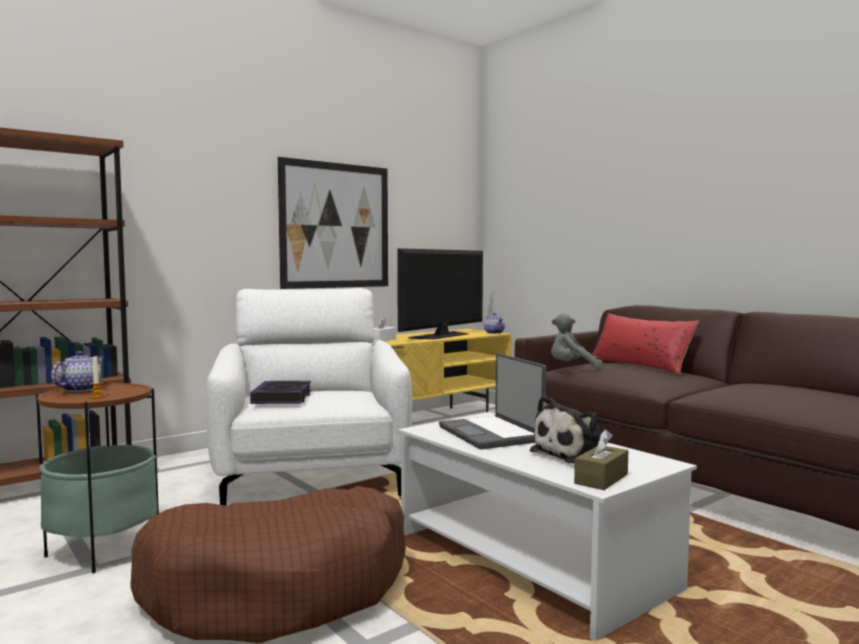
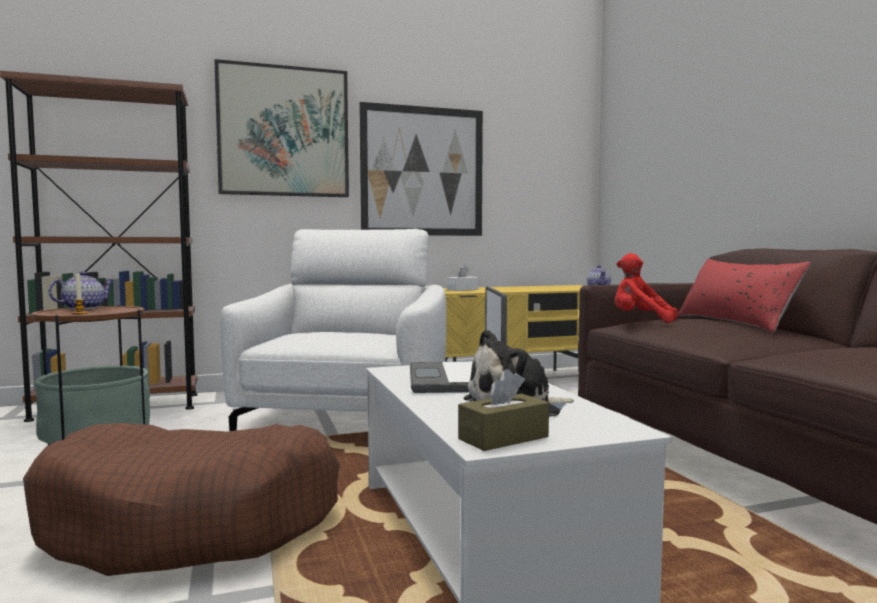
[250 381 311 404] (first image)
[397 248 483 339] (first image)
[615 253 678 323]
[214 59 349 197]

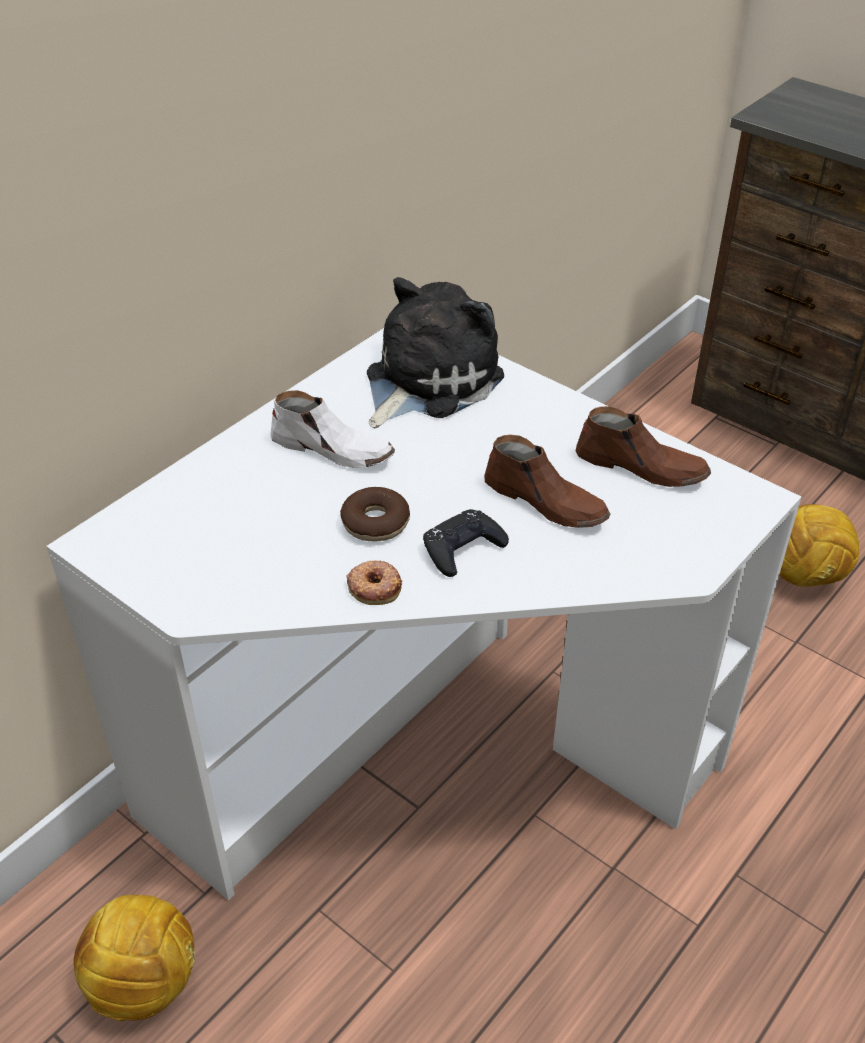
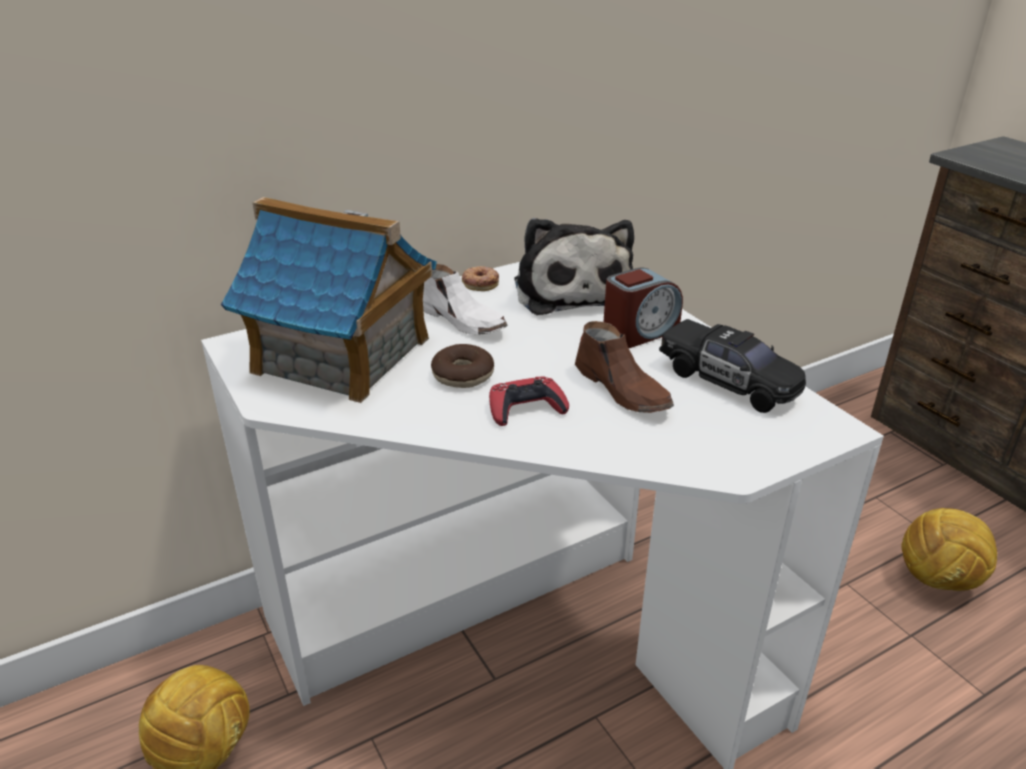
[462 266 499 291]
[514 218 634 315]
[489 377 569 426]
[659 319 806 413]
[221 197 437 403]
[604 267 683 348]

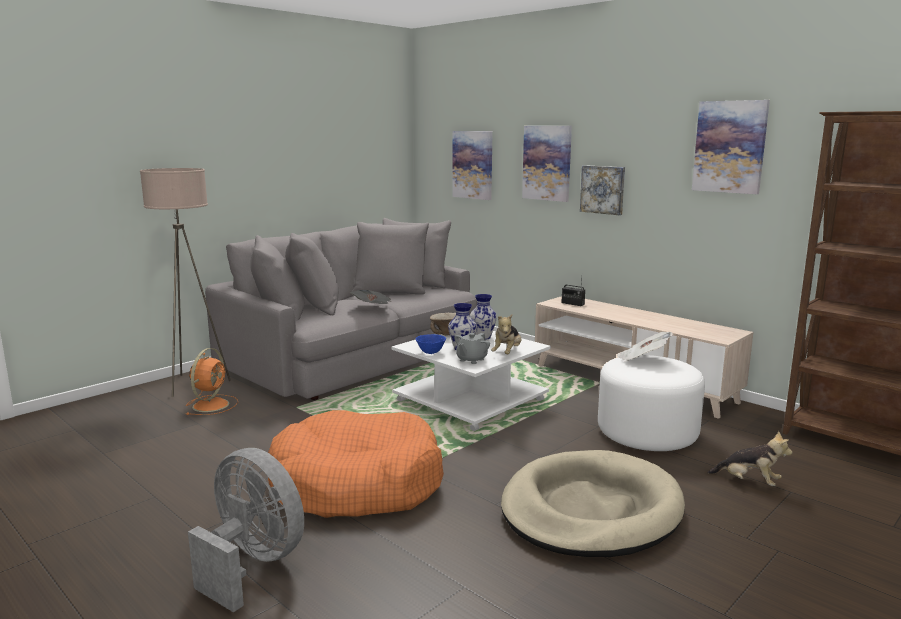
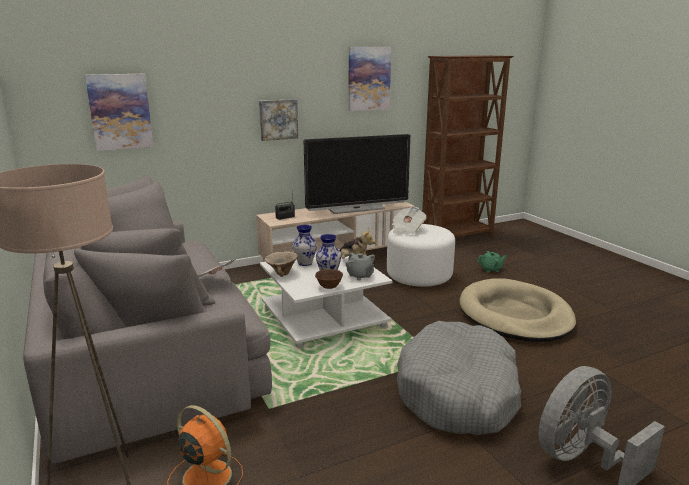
[397 321 521 435]
[315 269 343 289]
[522 126 572 202] (first image)
[477 251 507 272]
[304 134 411 214]

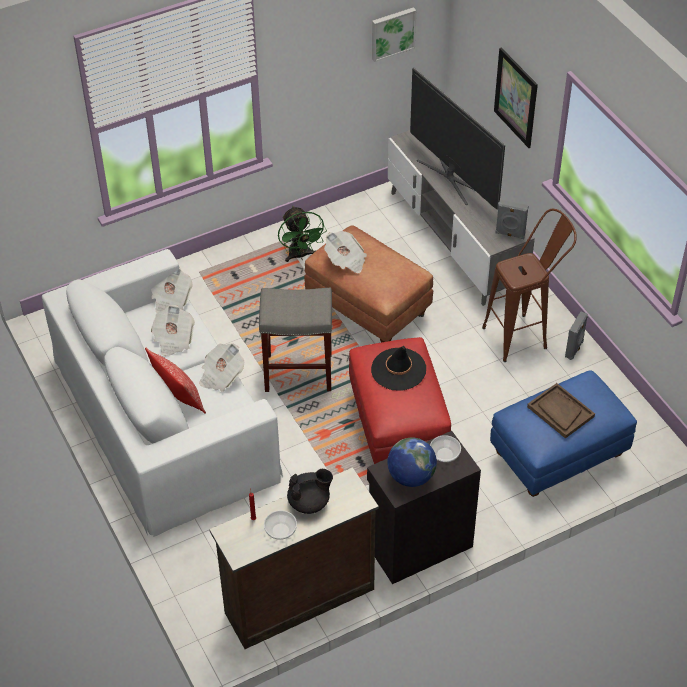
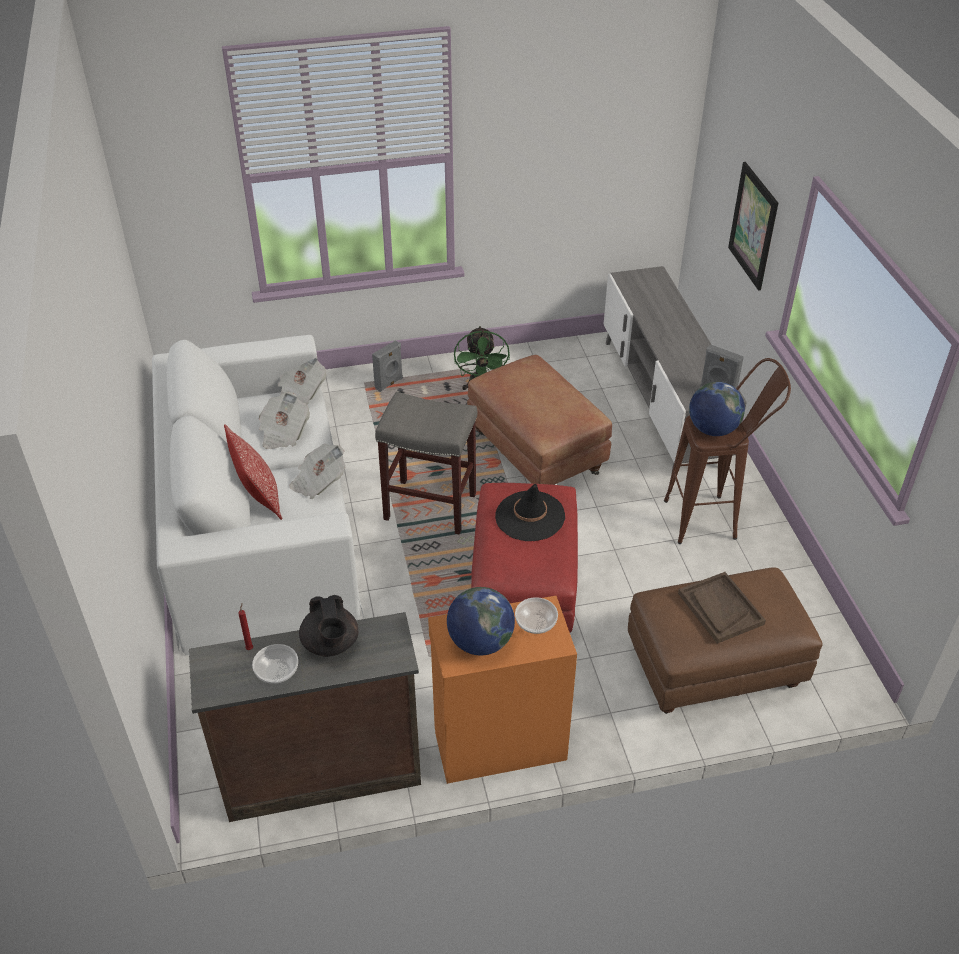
[299 595 358 657]
[324 231 367 273] (first image)
[428 596 577 784]
[372 7 416 62] (first image)
[410 67 505 210] (first image)
[628 567 823 714]
[372 340 403 392]
[689 382 745 436]

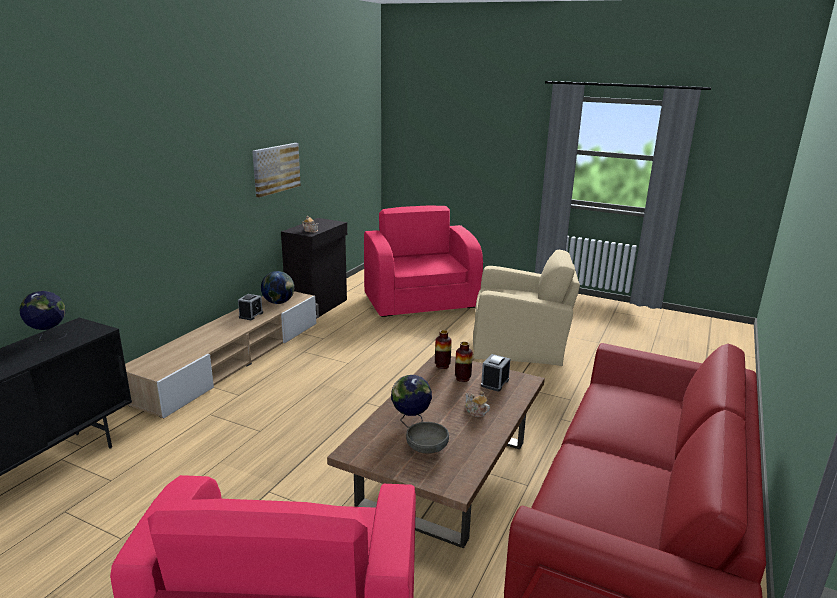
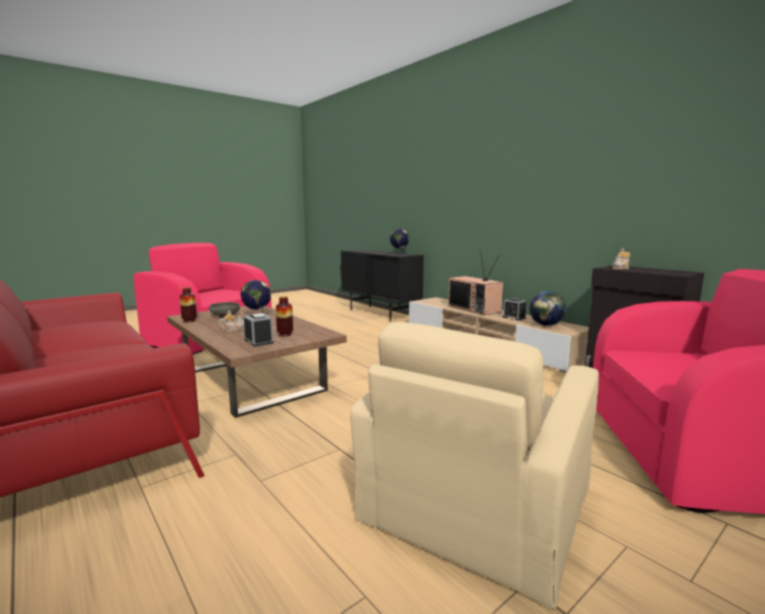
[252 143 301 198] (first image)
[179 287 197 322]
[448 250 503 315]

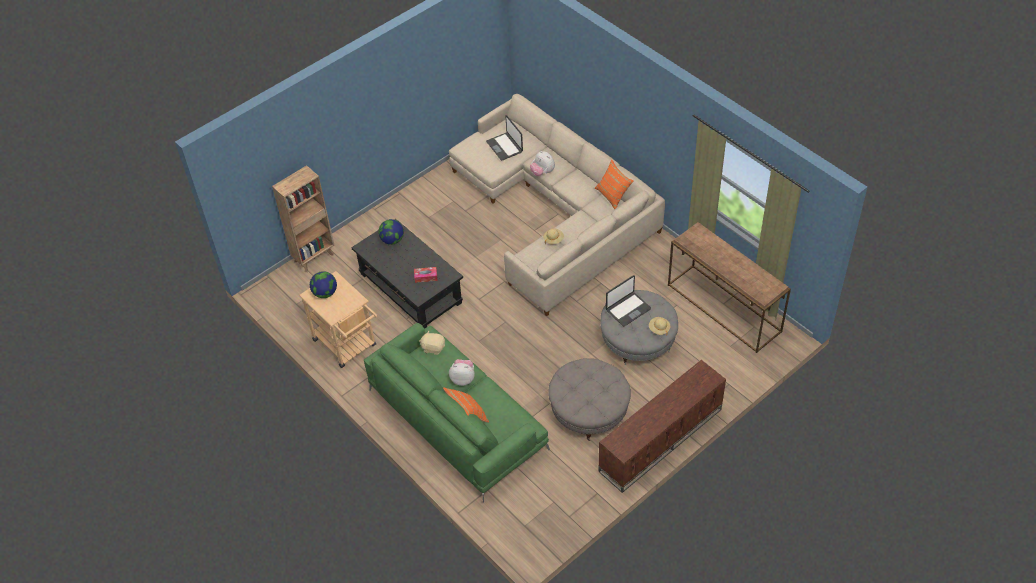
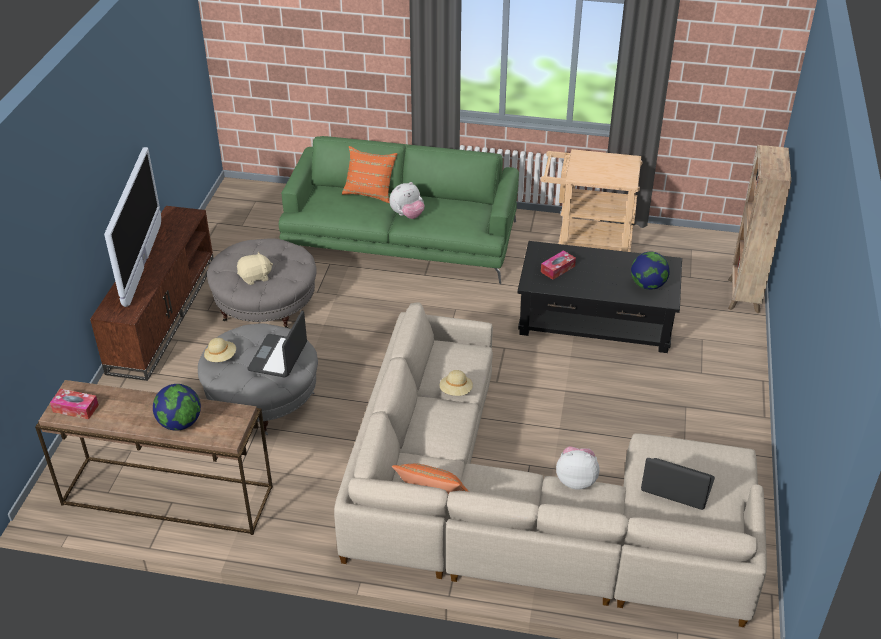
[153 384 201 431]
[237 251 273 285]
[50 389 99 419]
[104 147 161 307]

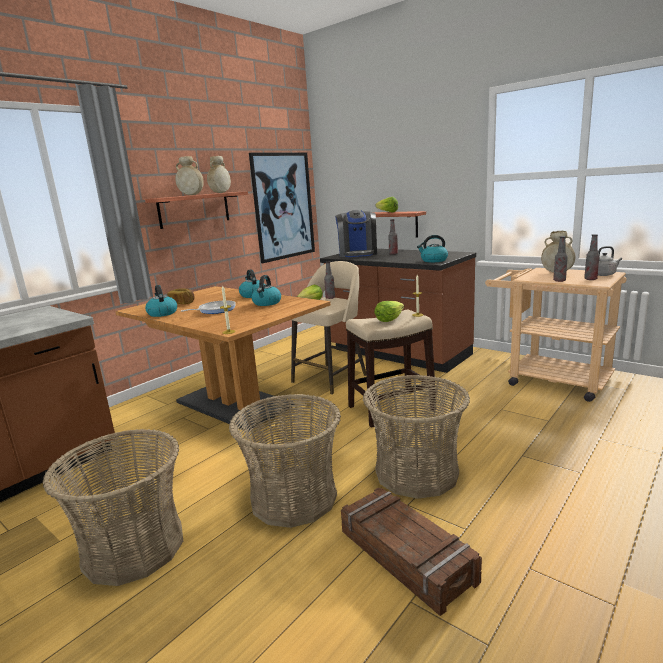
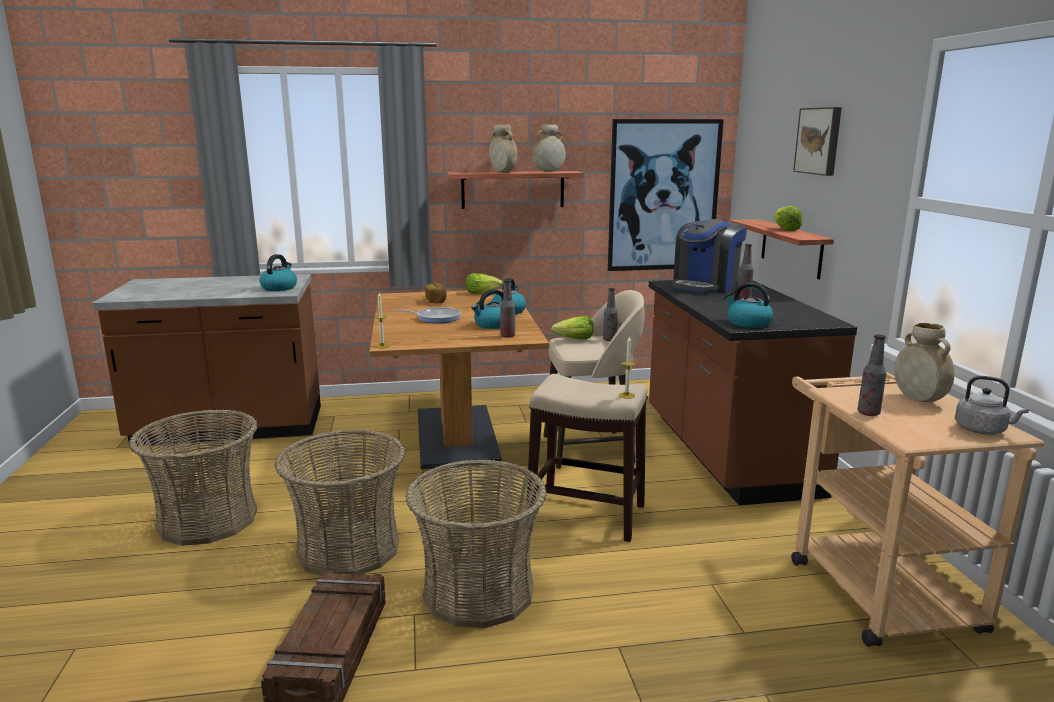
[259 254 297 291]
[466 273 503 294]
[500 279 515 337]
[793 107 842 176]

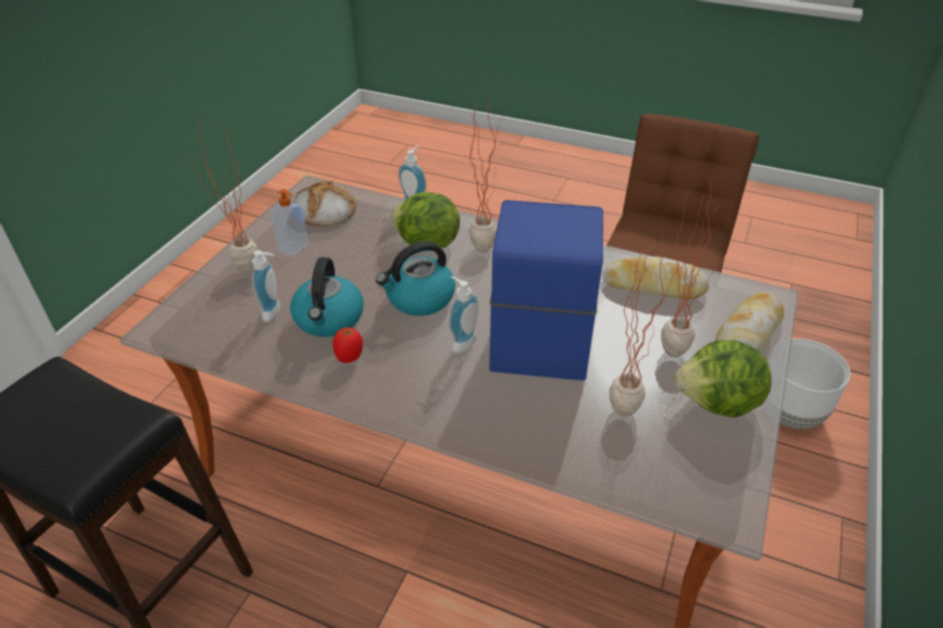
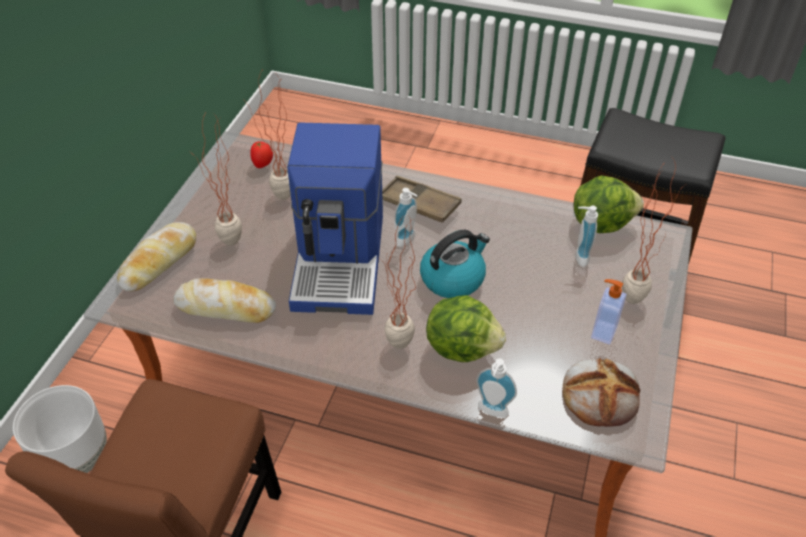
[290 257 363 337] (first image)
[250 140 273 168]
[574 175 644 233]
[382 176 461 223]

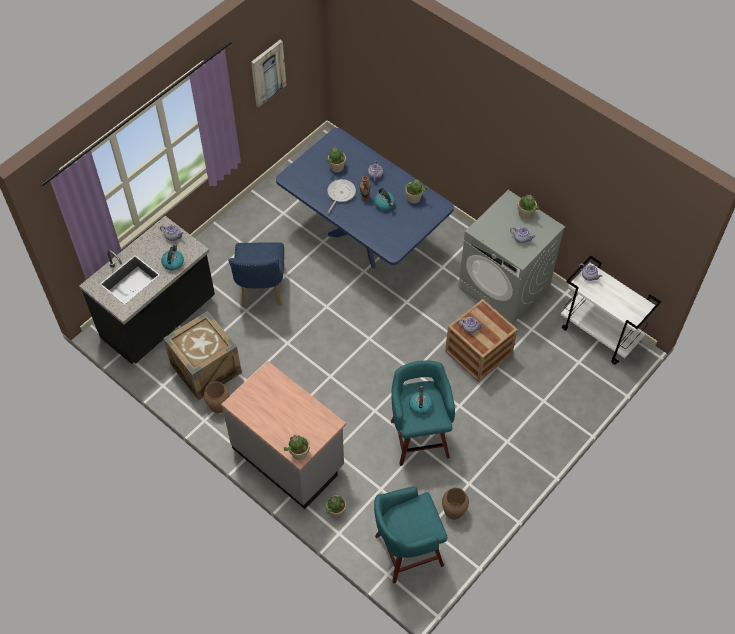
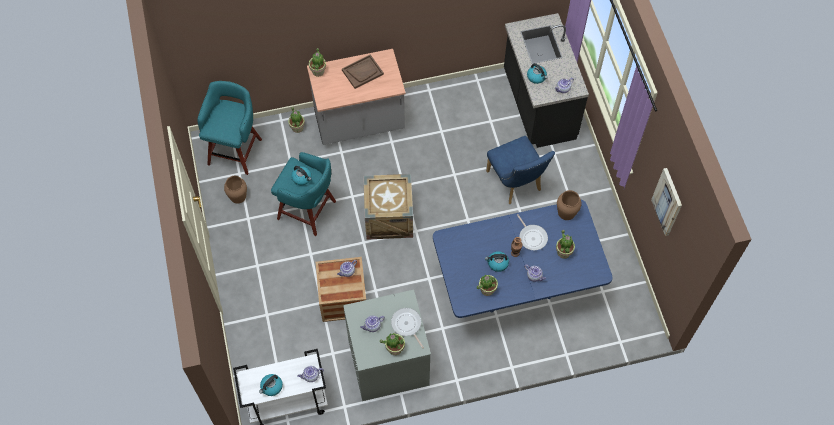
[363 174 413 240]
[557 190 581 220]
[486 136 555 204]
[259 374 283 396]
[342 54 384 89]
[391 308 424 349]

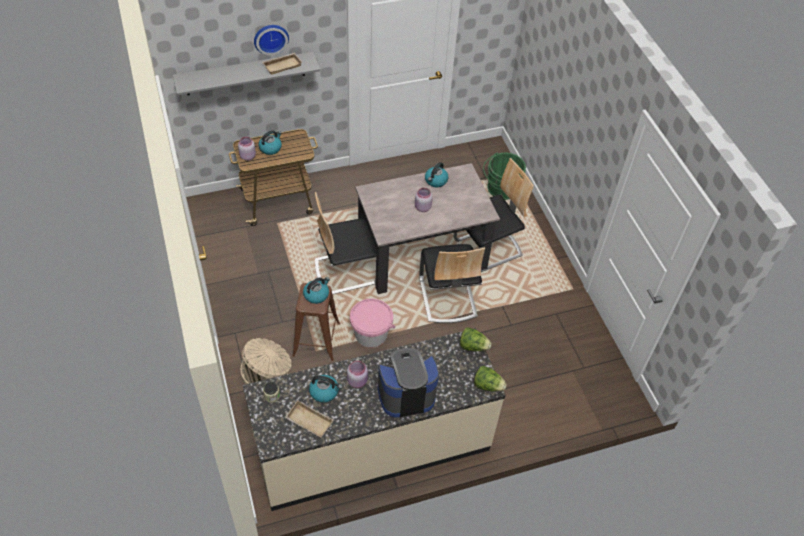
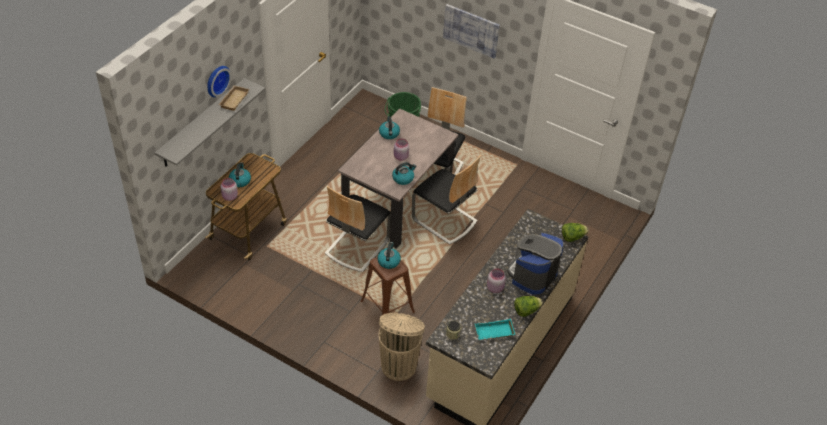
[475 319 516 340]
[392 162 416 185]
[350 299 395 348] (first image)
[514 296 543 317]
[443 4 500 59]

